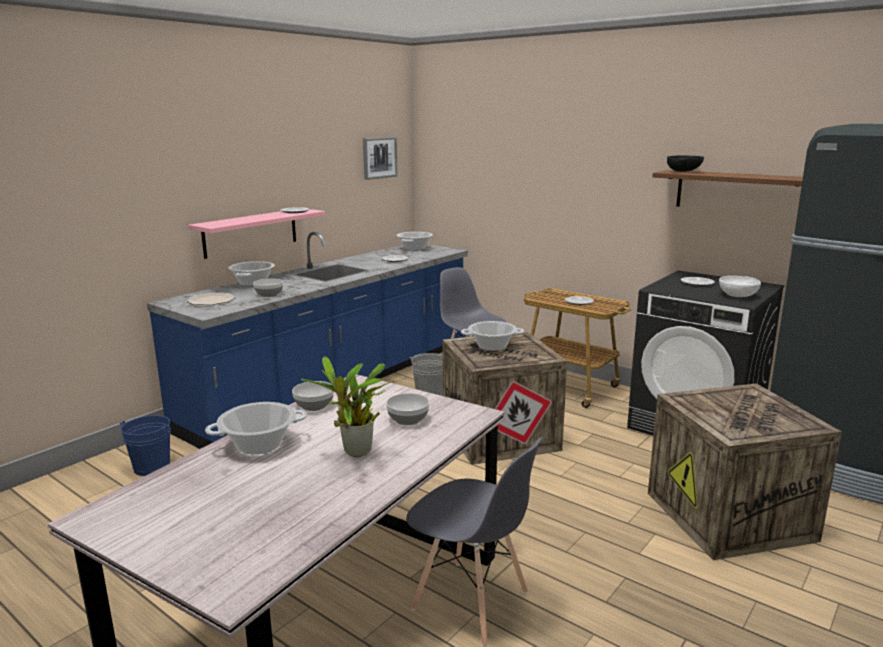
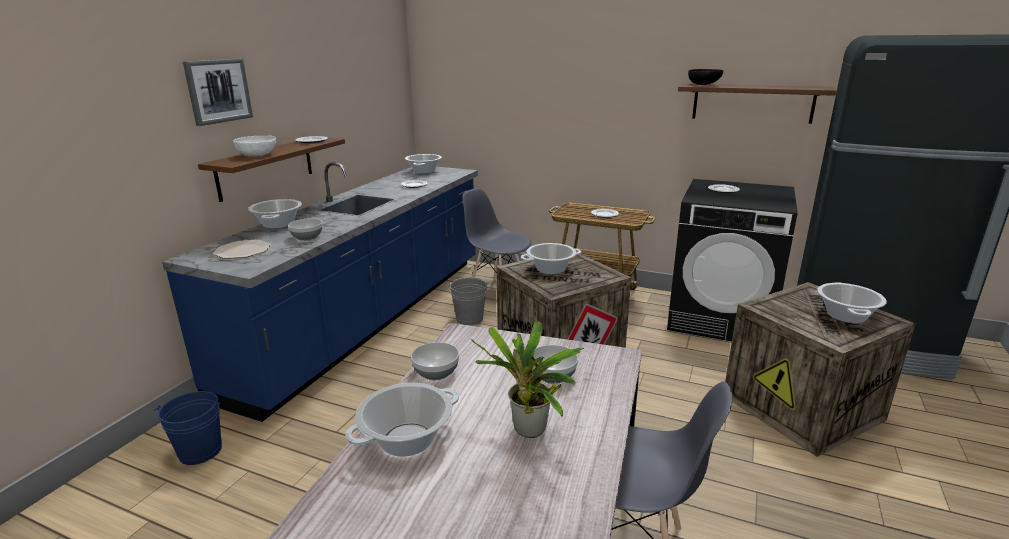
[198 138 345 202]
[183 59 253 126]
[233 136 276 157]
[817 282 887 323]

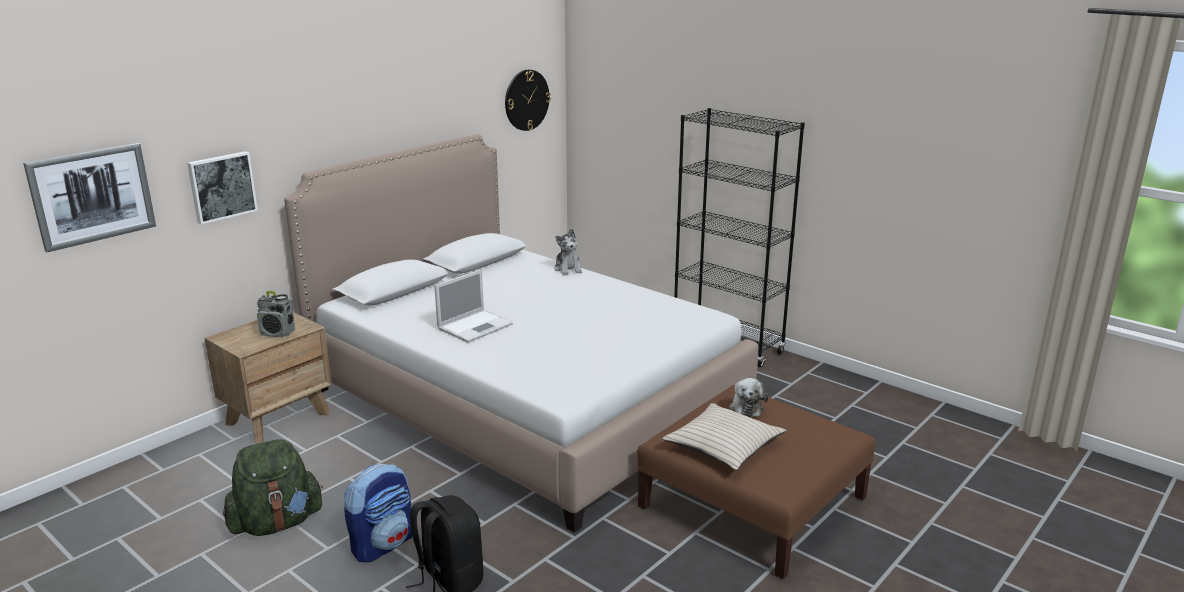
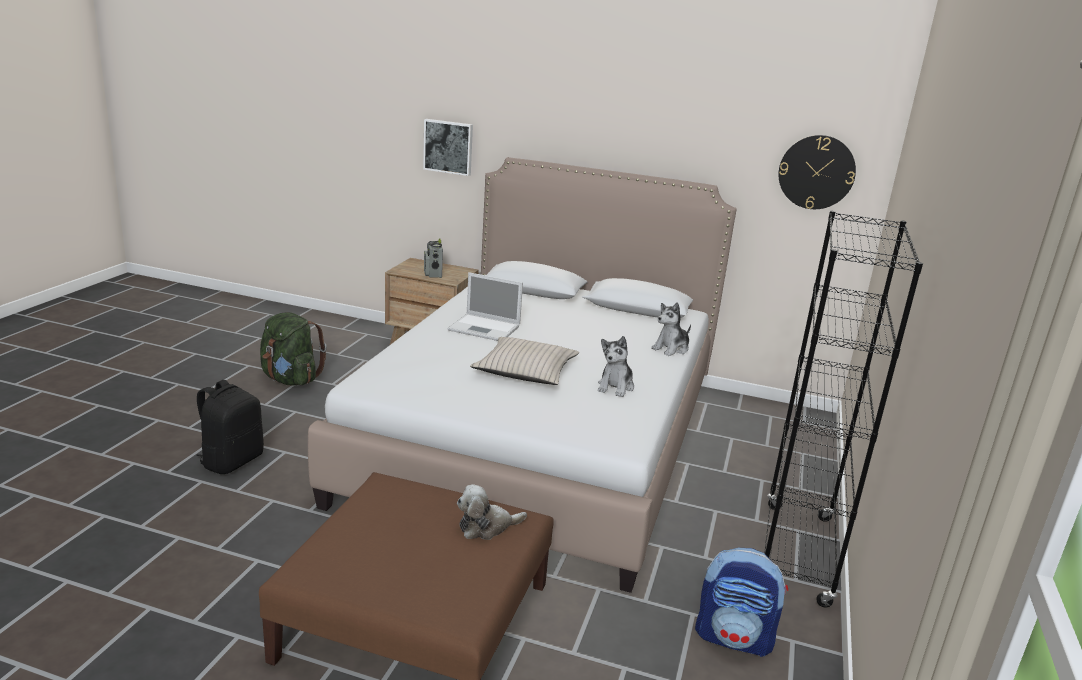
[23 143 156 252] (first image)
[695 548 788 657]
[470 337 579 385]
[598 336 634 397]

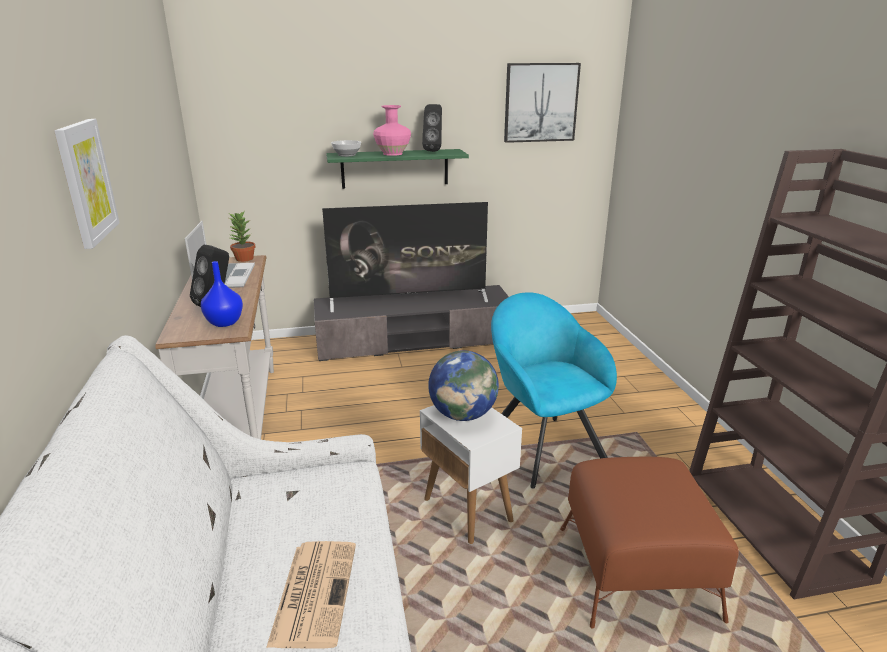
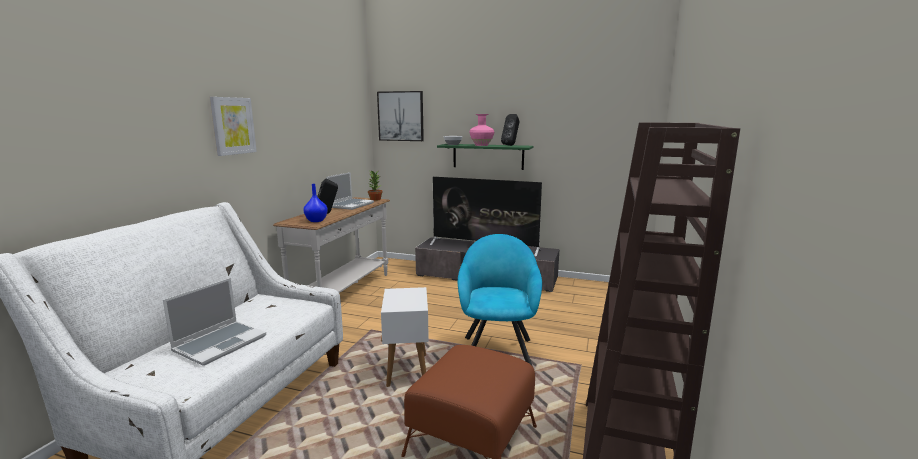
[163 278 266 366]
[428 350 499 421] (first image)
[377 91 424 141]

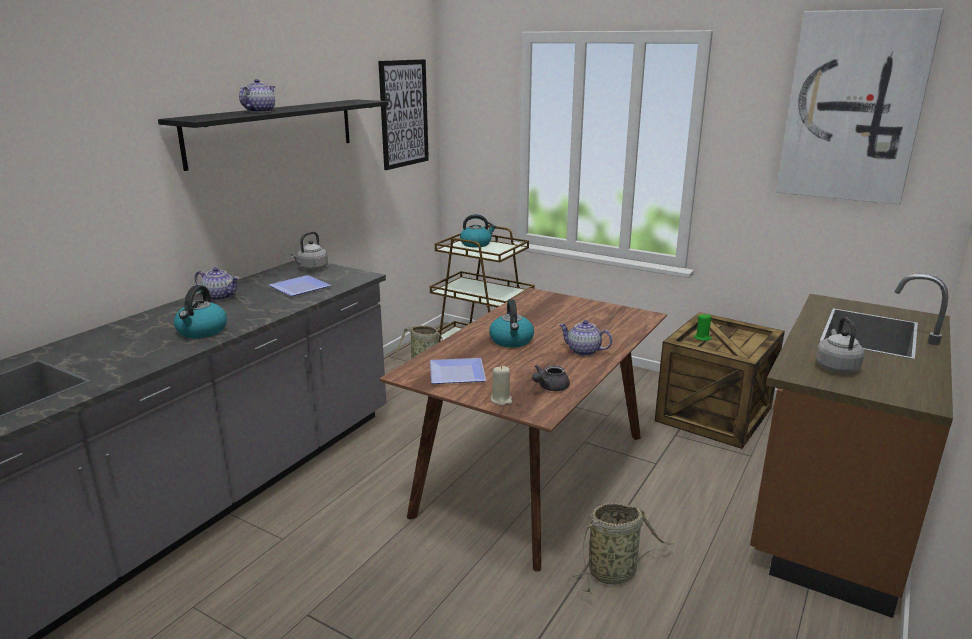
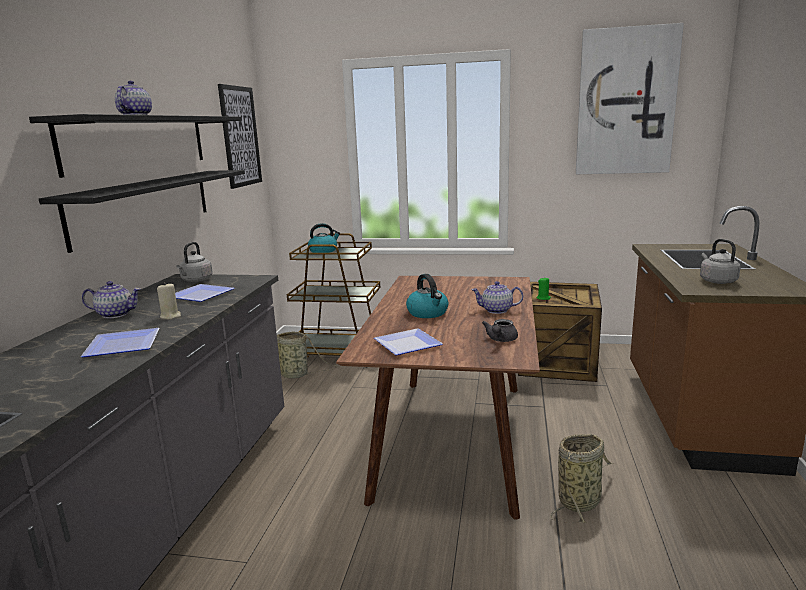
[81 328 160 357]
[157 283 181 319]
[39 170 245 253]

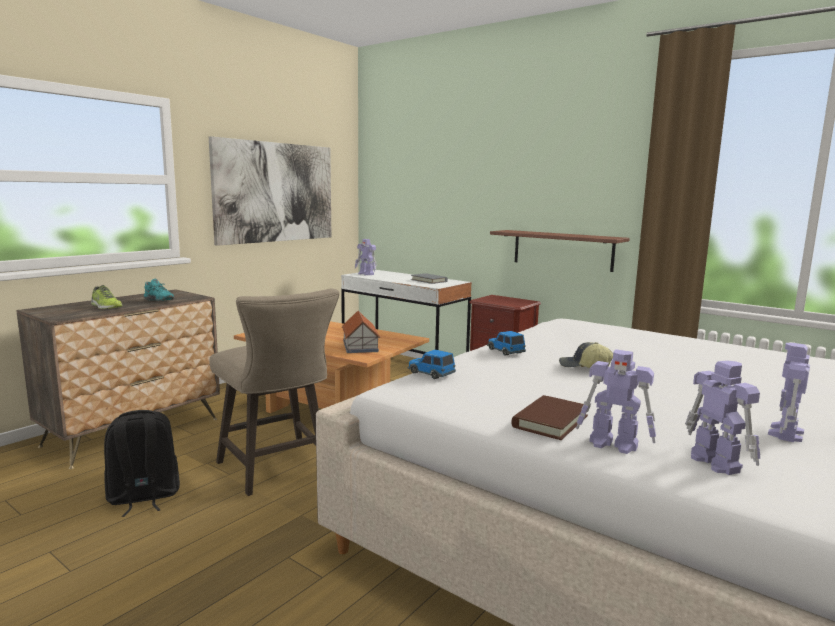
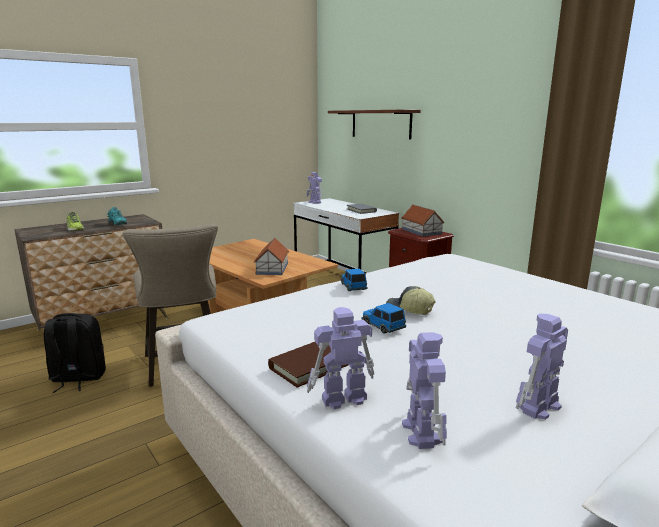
[209 136 331 246] (first image)
[361 303 406 333]
[328 110 421 140]
[307 307 374 409]
[402 205 445 237]

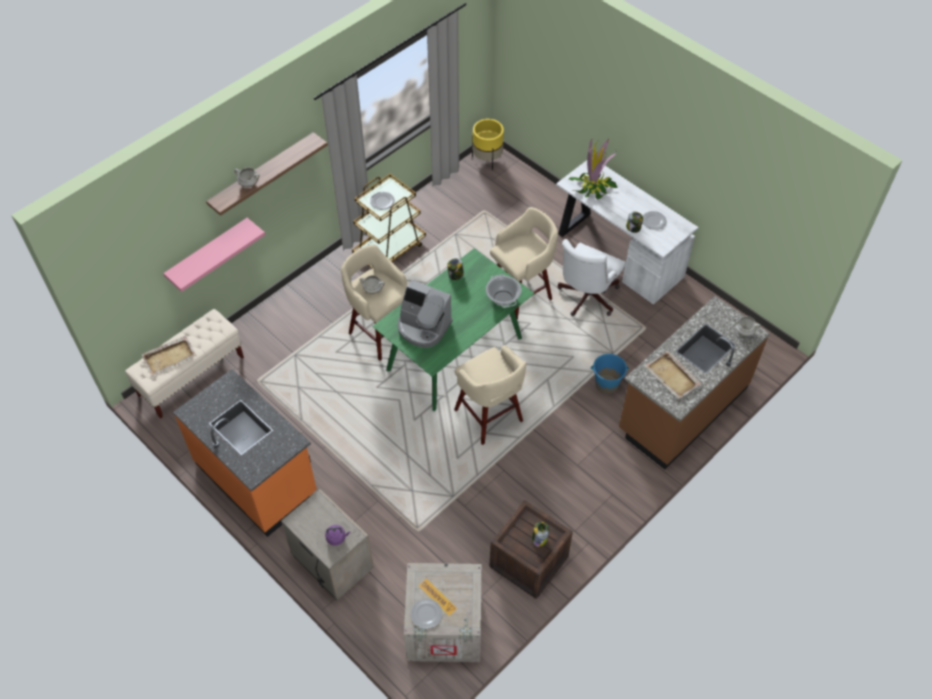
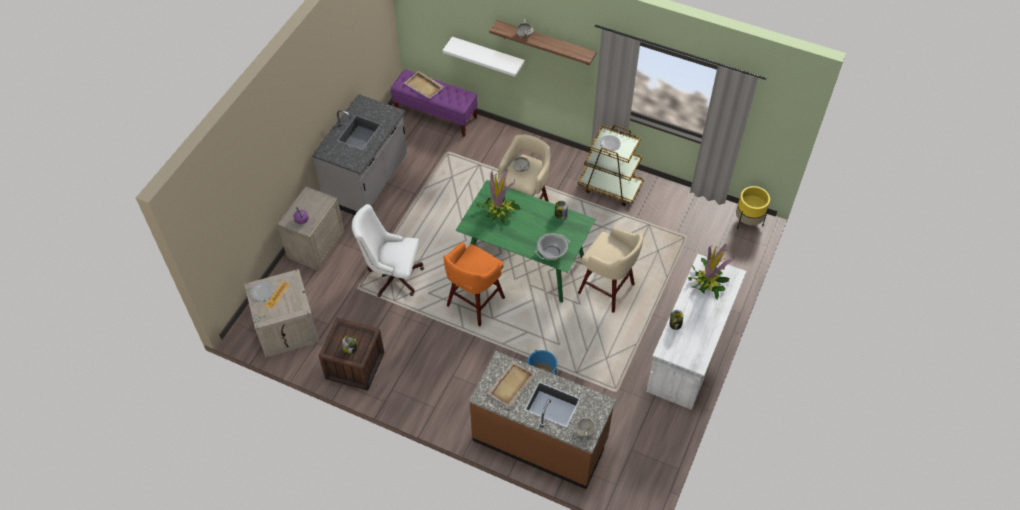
[391 70 478 137]
[442 37 524 77]
[312 94 407 215]
[475 169 521 223]
[443 242 505 326]
[352 204 424 297]
[642 211 667 230] (first image)

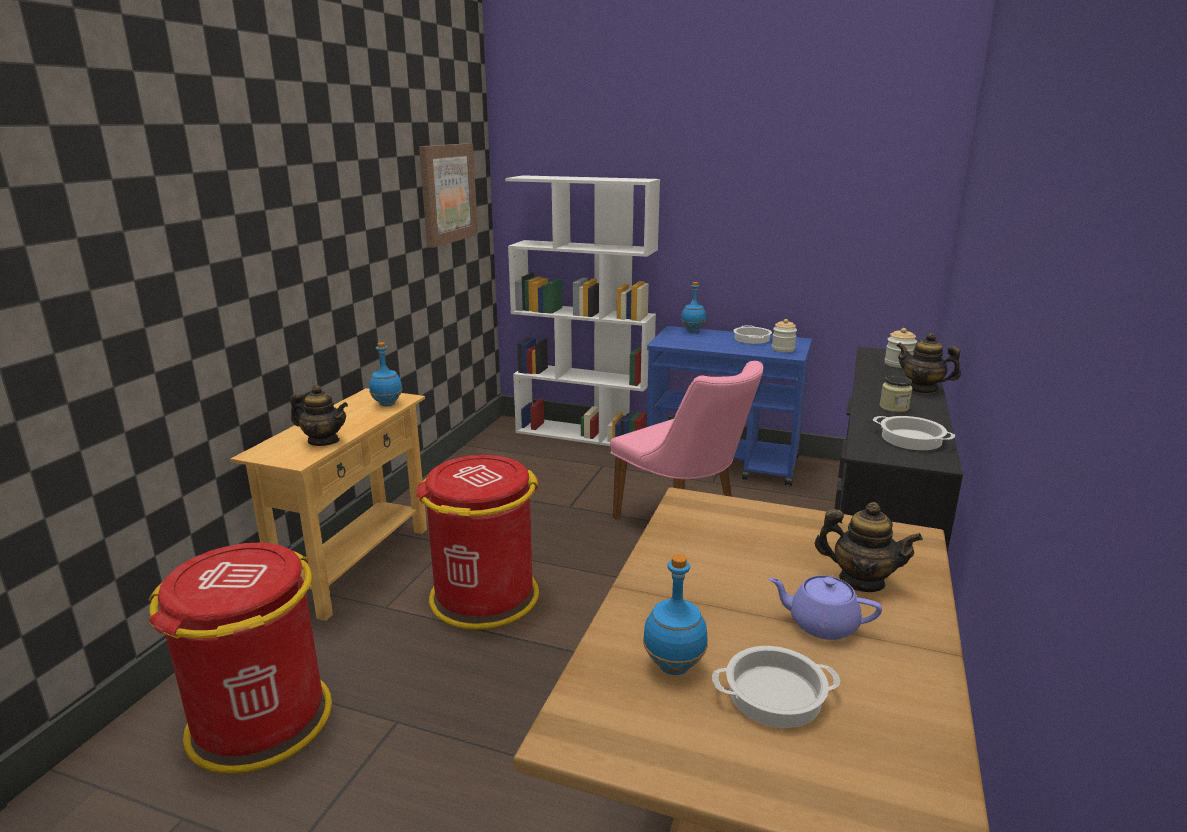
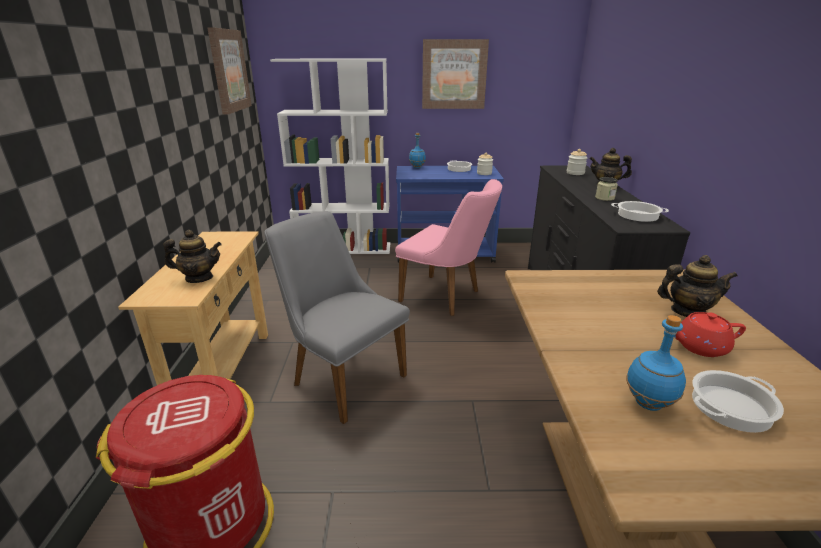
[369 342 403 406] (first image)
[264 211 410 424]
[674 312 746 357]
[422 39 489 109]

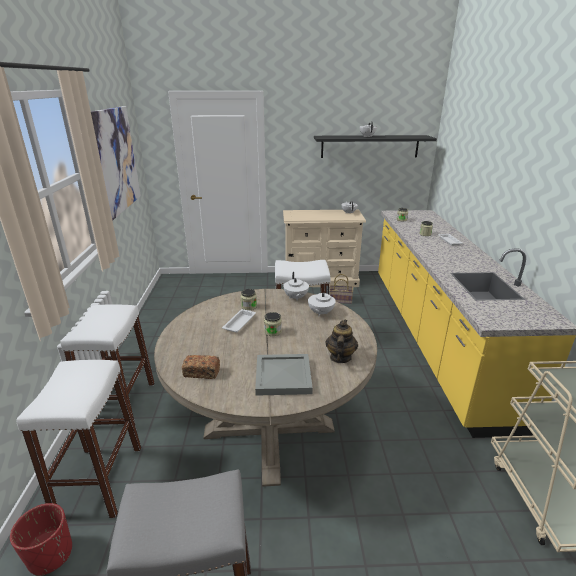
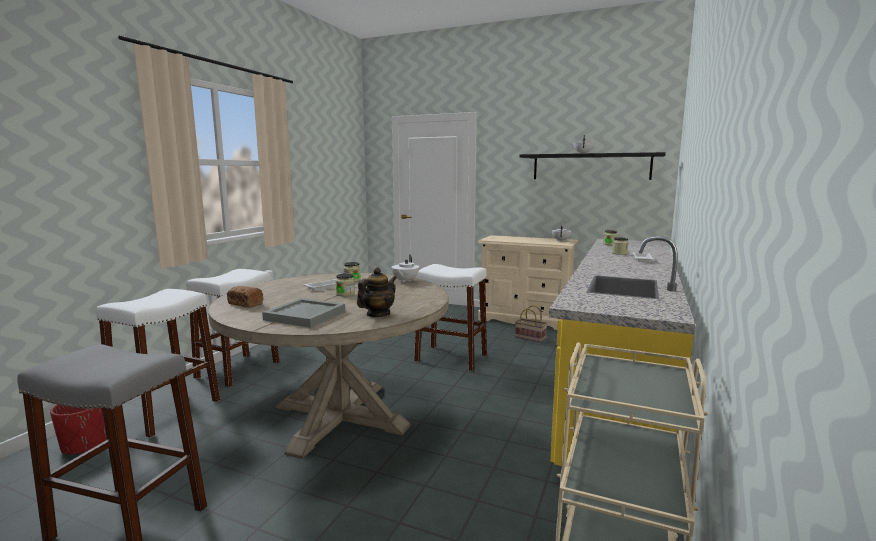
[91 106 141 221] (first image)
[308 286 336 316] (first image)

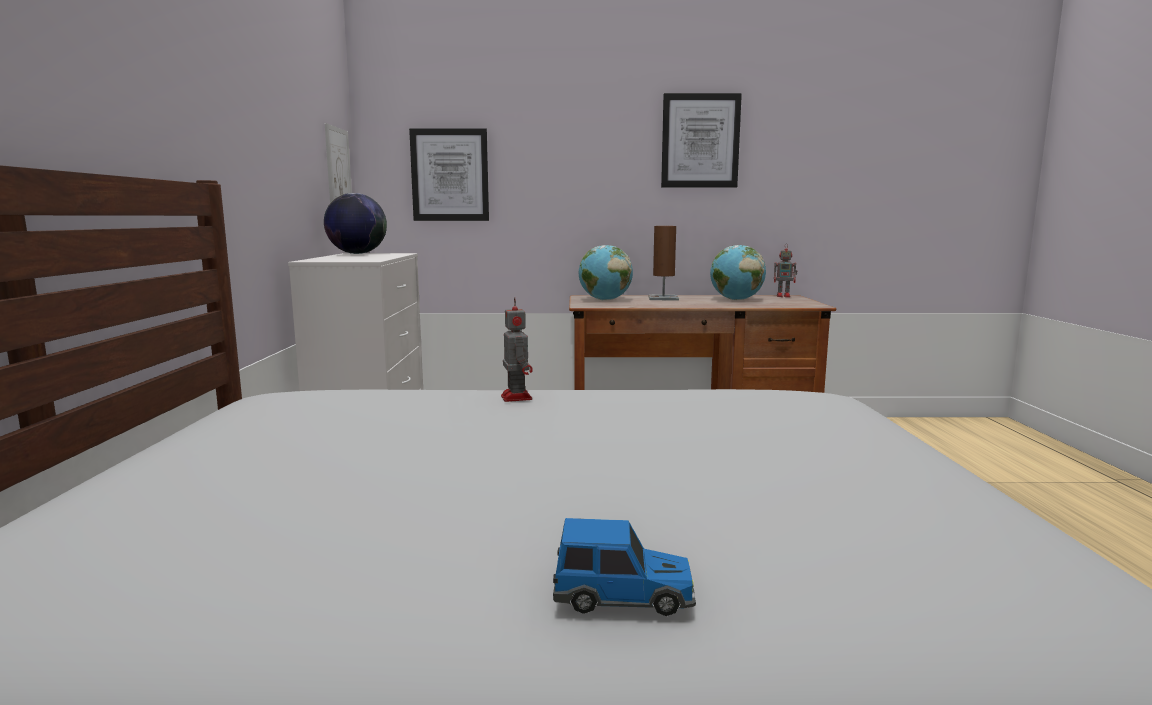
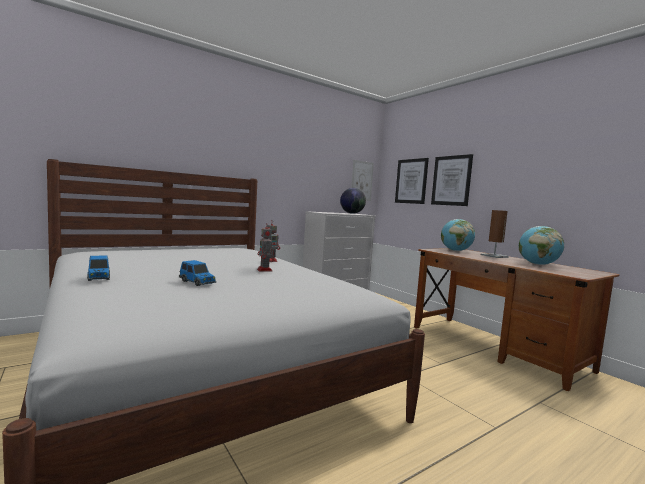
[431 154 473 206]
[257 223 272 272]
[179 260 216 286]

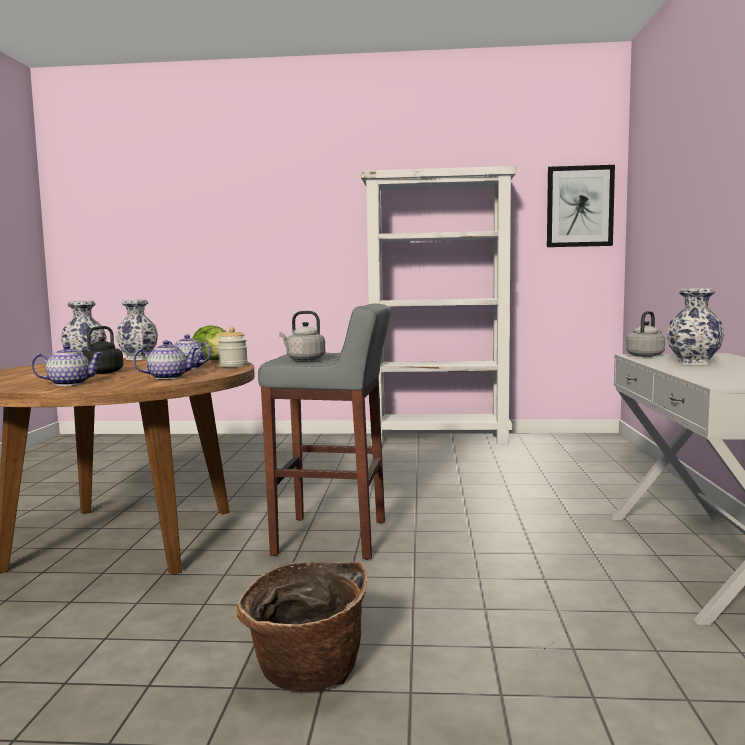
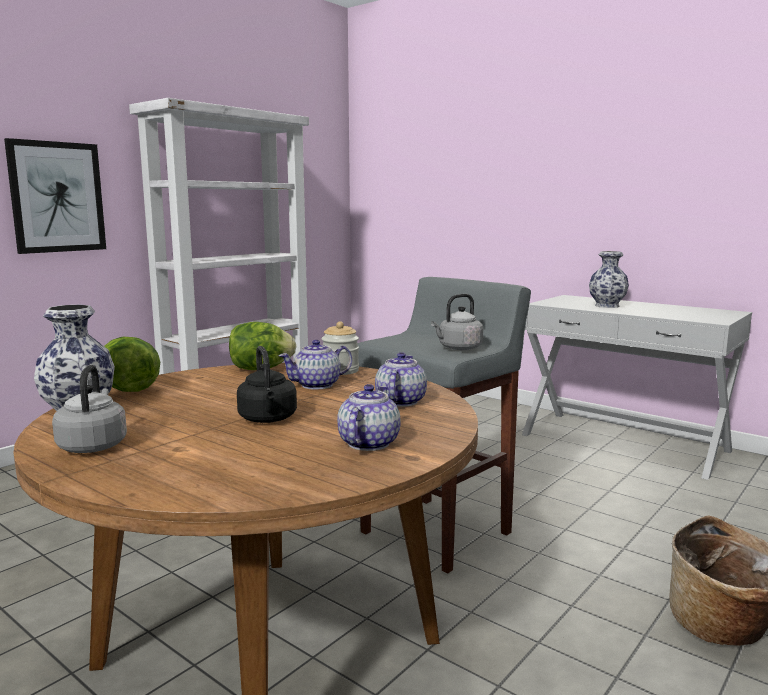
[104 337 160 392]
[4 138 106 254]
[52 365 127 453]

